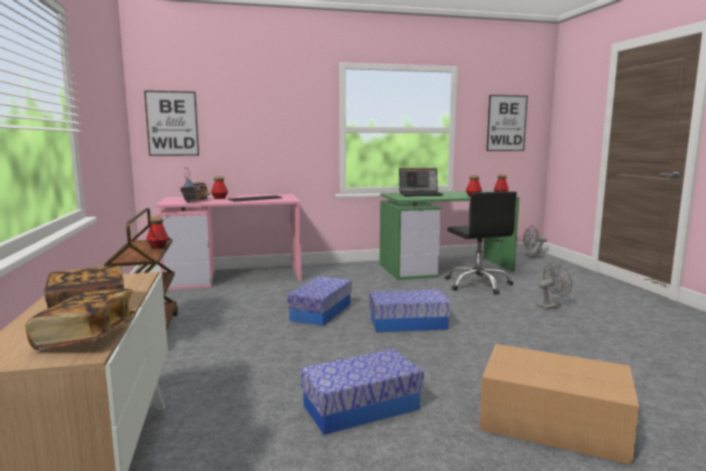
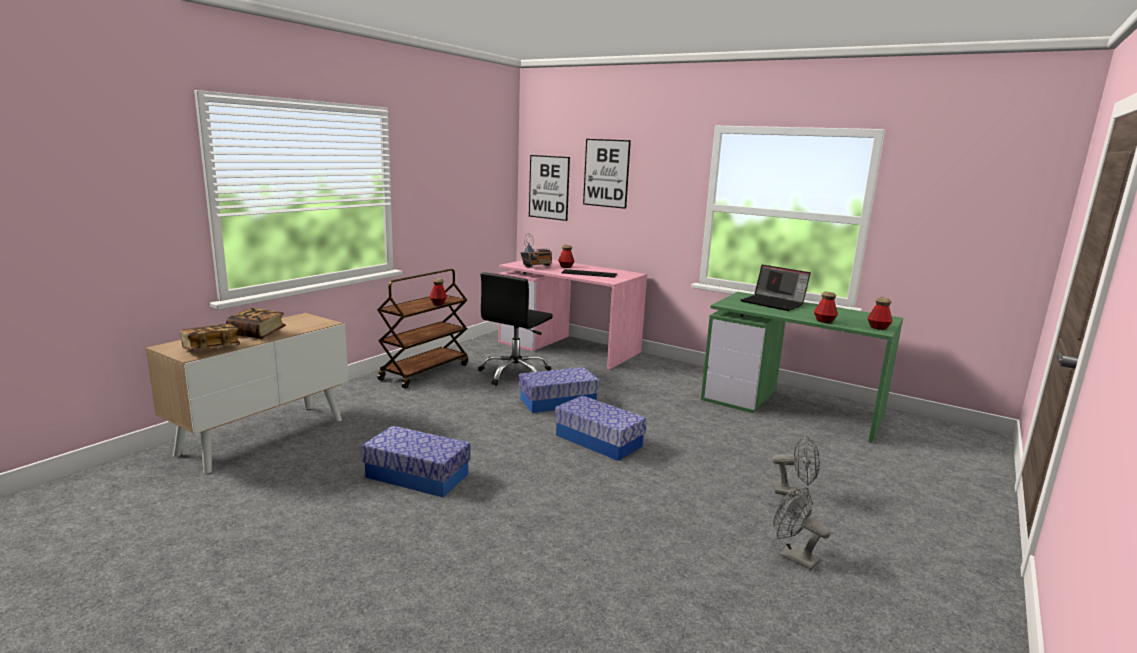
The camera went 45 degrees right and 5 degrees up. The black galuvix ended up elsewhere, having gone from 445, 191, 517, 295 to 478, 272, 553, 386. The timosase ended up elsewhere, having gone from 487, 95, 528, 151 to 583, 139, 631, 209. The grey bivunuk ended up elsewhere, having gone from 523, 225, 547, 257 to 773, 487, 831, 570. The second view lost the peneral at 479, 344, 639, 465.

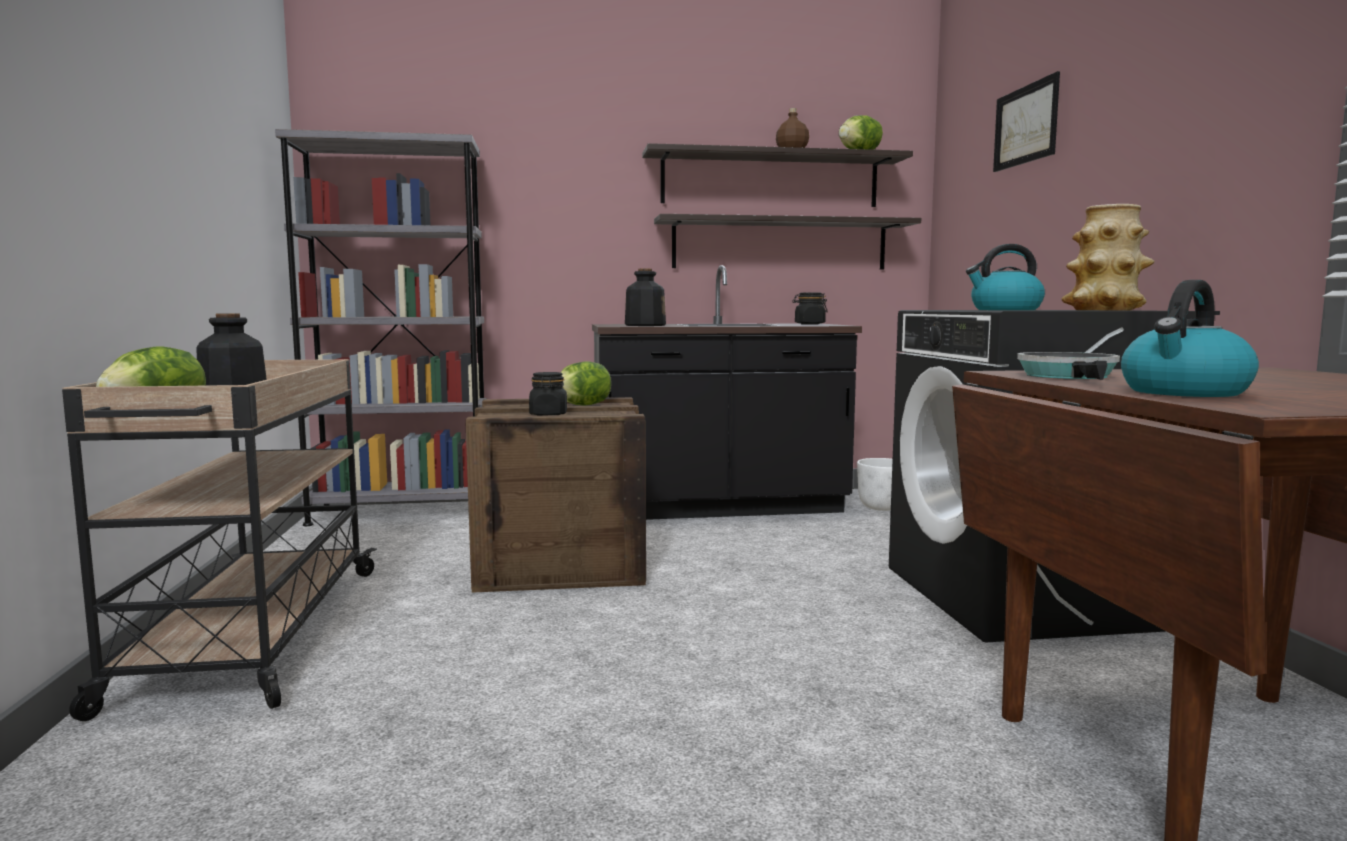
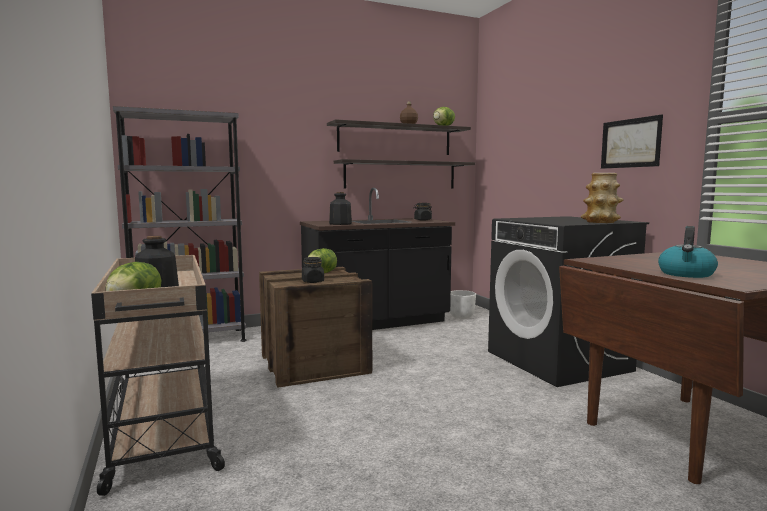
The camera went 15 degrees left and 0 degrees up. The timosase ended up elsewhere, having gone from 993, 71, 1060, 172 to 601, 115, 663, 169. The second view lost the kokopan at 966, 244, 1045, 310. The second view lost the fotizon at 1017, 352, 1120, 380.

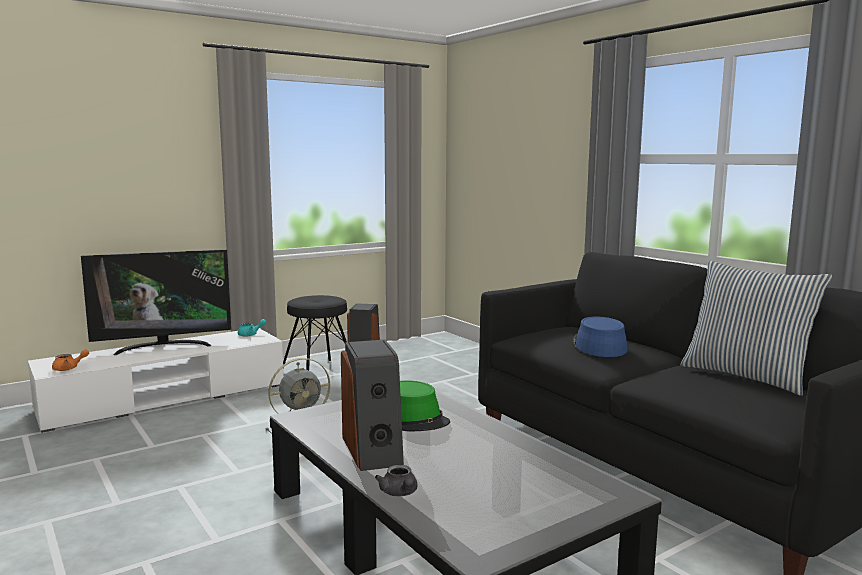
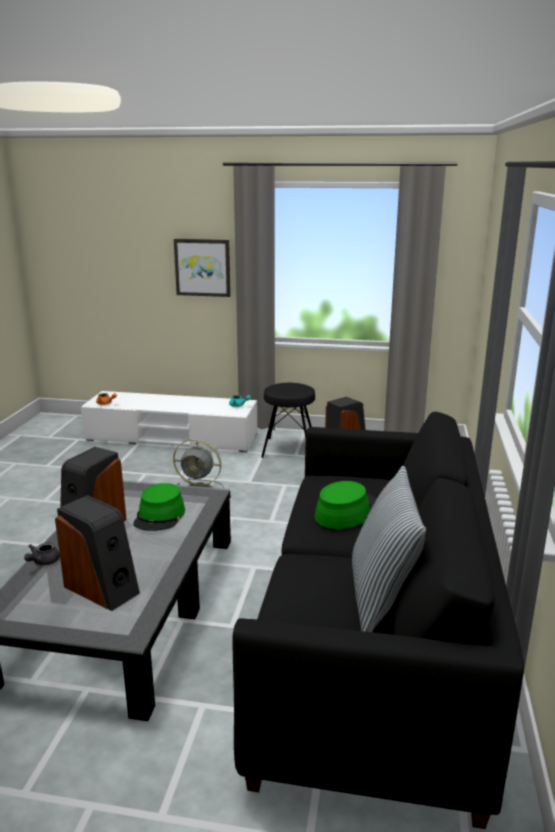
The camera went 45 degrees right and 10 degrees up. The second view gained the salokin at 55, 495, 140, 611. The second view gained the timosase at 174, 239, 231, 297. What was the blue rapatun at 572, 317, 628, 357 turned into the green rapatun at 315, 481, 377, 529. The second view lost the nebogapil at 81, 249, 231, 355.

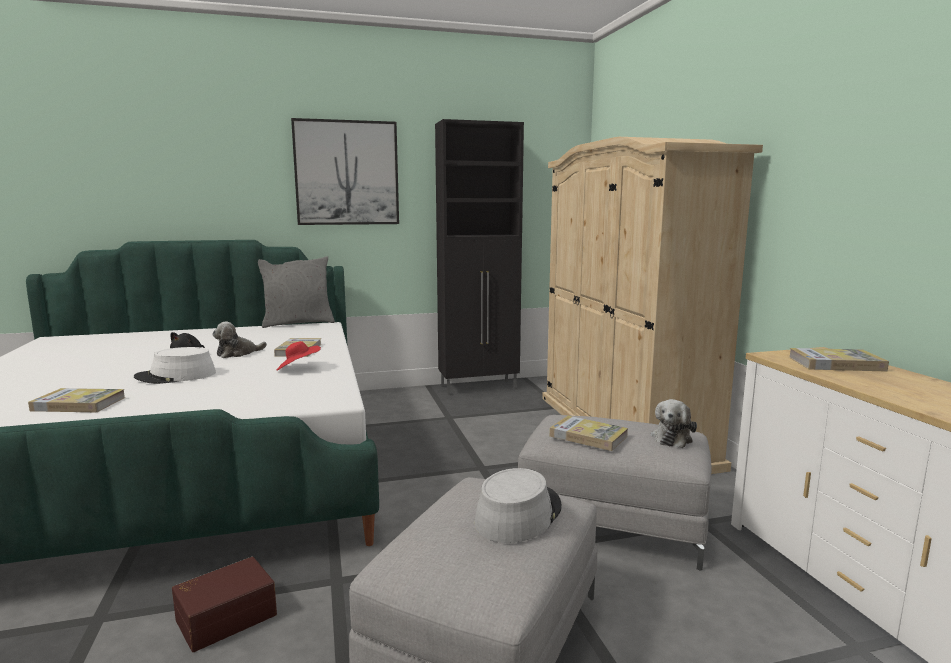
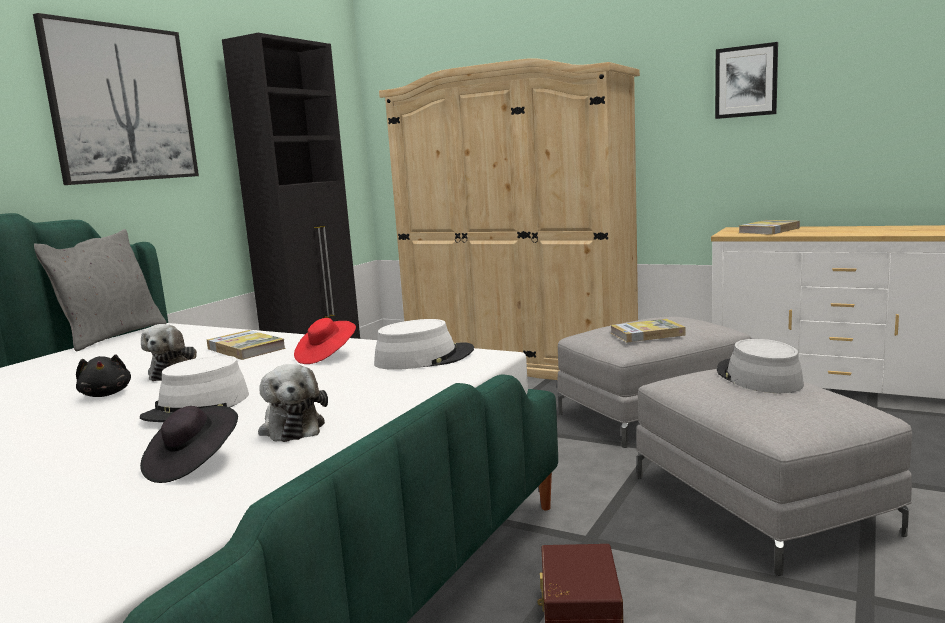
The camera went 45 degrees left and 0 degrees up. Where the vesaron stood at 28, 388, 125, 412, the black rapatun came to stand at 140, 406, 238, 483. The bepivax ended up elsewhere, having gone from 651, 399, 697, 448 to 258, 364, 328, 442. The second view gained the white rapatun at 374, 319, 474, 370. The second view gained the timosase at 715, 42, 778, 119.

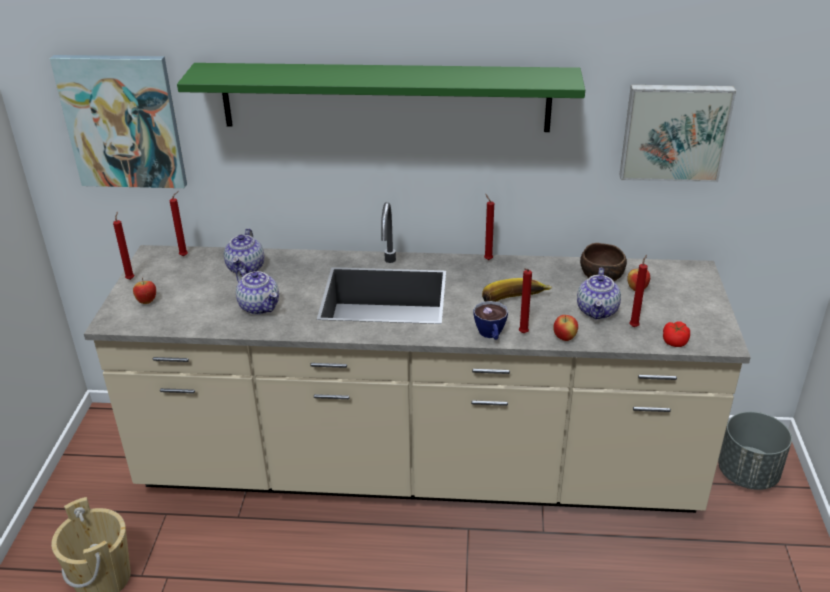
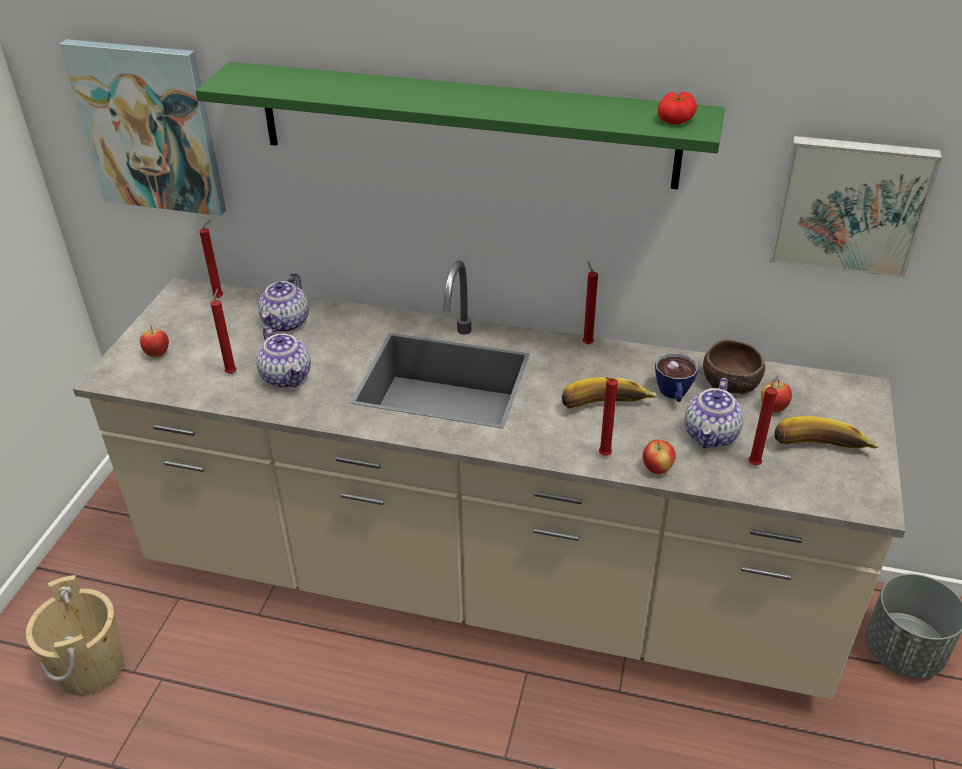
The camera went 10 degrees right and 5 degrees up. The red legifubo ended up elsewhere, having gone from 113, 211, 134, 280 to 211, 288, 237, 374. The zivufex ended up elsewhere, having gone from 473, 301, 508, 340 to 655, 353, 698, 402. The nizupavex ended up elsewhere, having gone from 663, 321, 690, 347 to 658, 92, 697, 125. The second view gained the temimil at 774, 416, 879, 449.

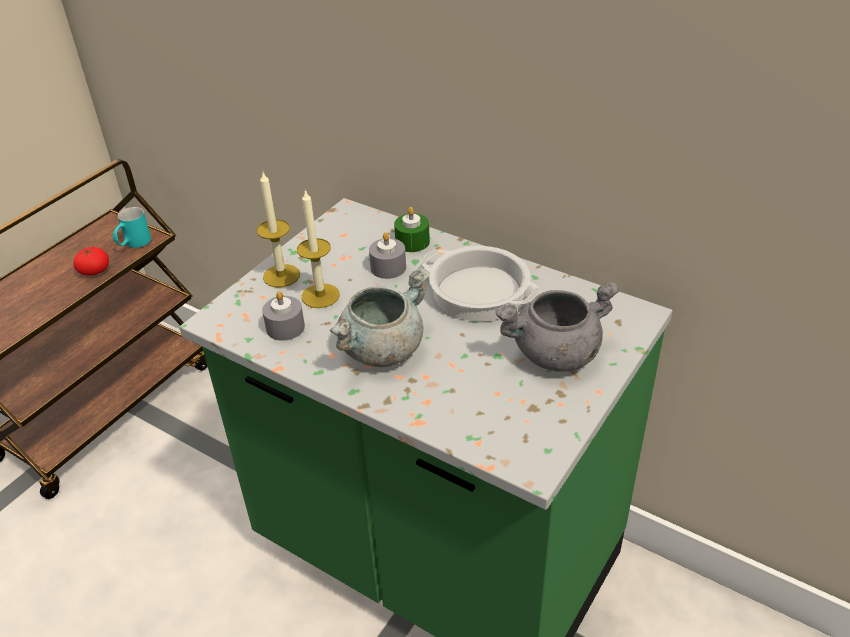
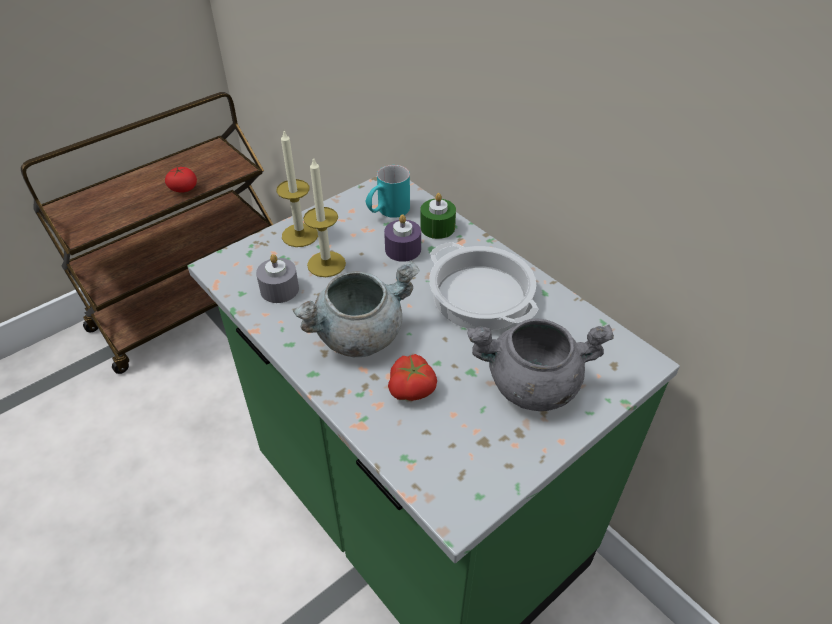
The camera went 15 degrees right and 5 degrees up. The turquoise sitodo ended up elsewhere, having gone from 113, 207, 151, 248 to 366, 165, 410, 218. What was the grey legifubo at 369, 232, 406, 279 turned into the purple legifubo at 384, 214, 421, 262. The second view gained the nizupavex at 388, 354, 437, 401.

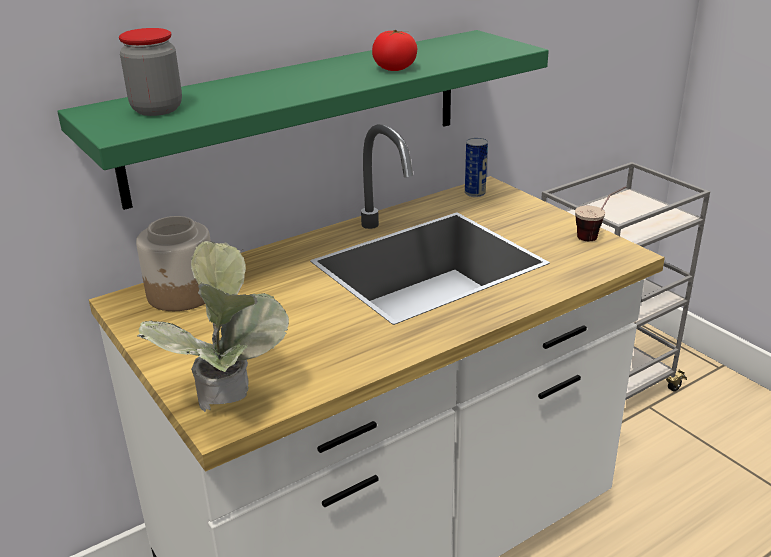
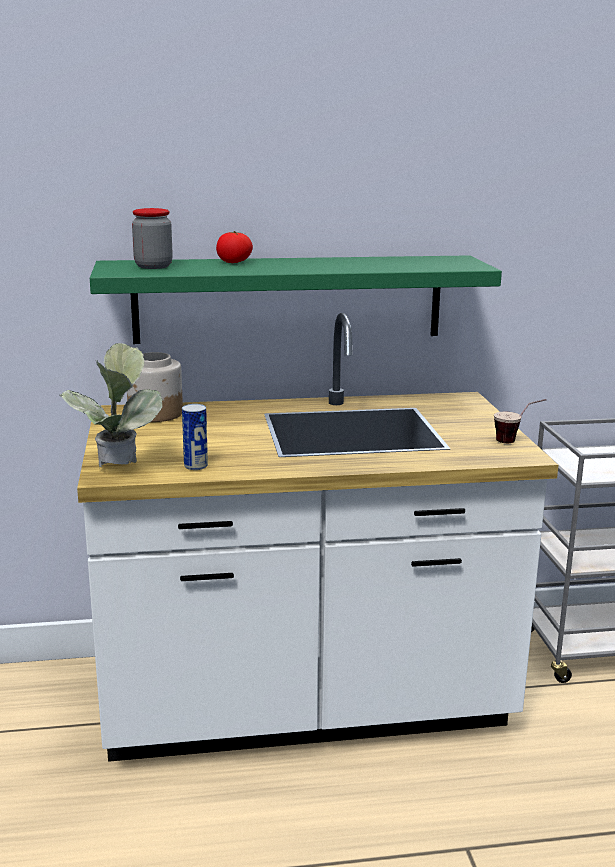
The camera went 25 degrees right and 10 degrees down. The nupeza ended up elsewhere, having gone from 465, 138, 488, 197 to 182, 404, 208, 470. The nizupavex ended up elsewhere, having gone from 372, 30, 417, 71 to 216, 231, 253, 263.

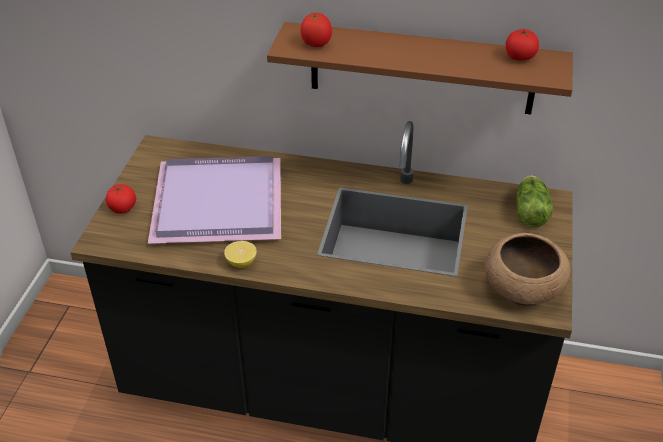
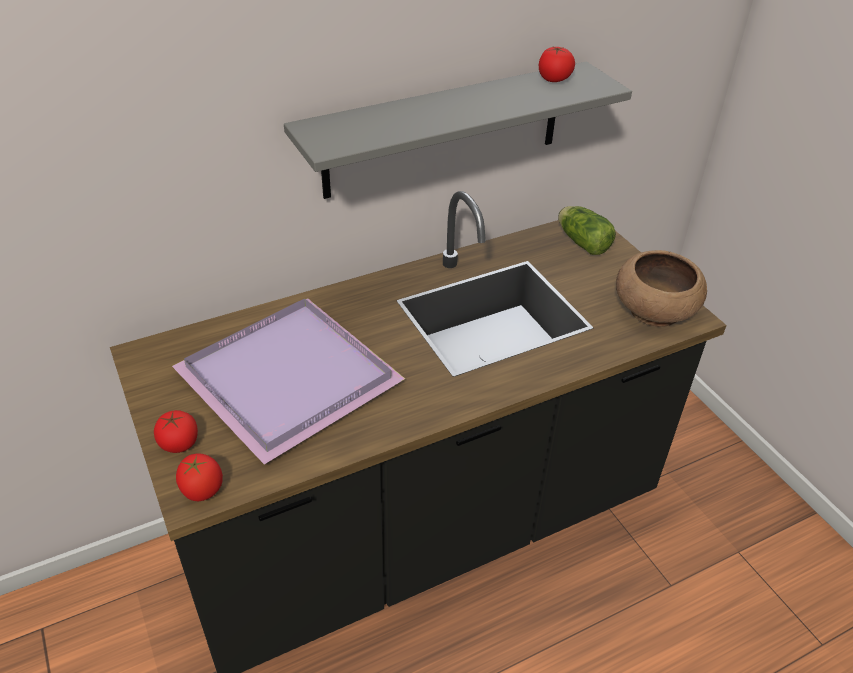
The camera went 40 degrees left and 0 degrees up. The nizupavex ended up elsewhere, having gone from 300, 13, 332, 47 to 176, 453, 223, 501. What was the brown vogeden at 267, 22, 573, 114 turned into the grey vogeden at 284, 62, 632, 199. The second view lost the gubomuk at 224, 241, 257, 268.

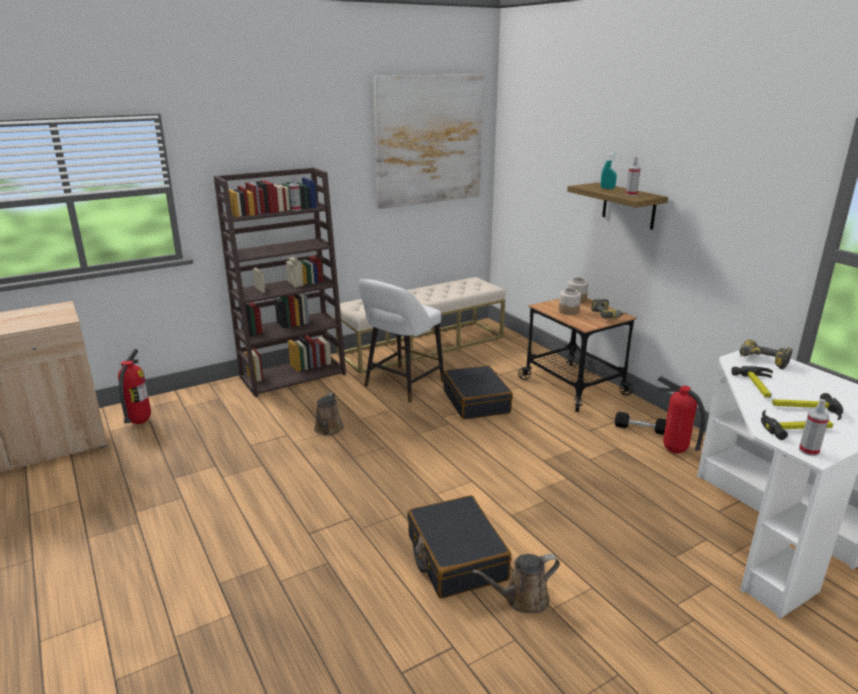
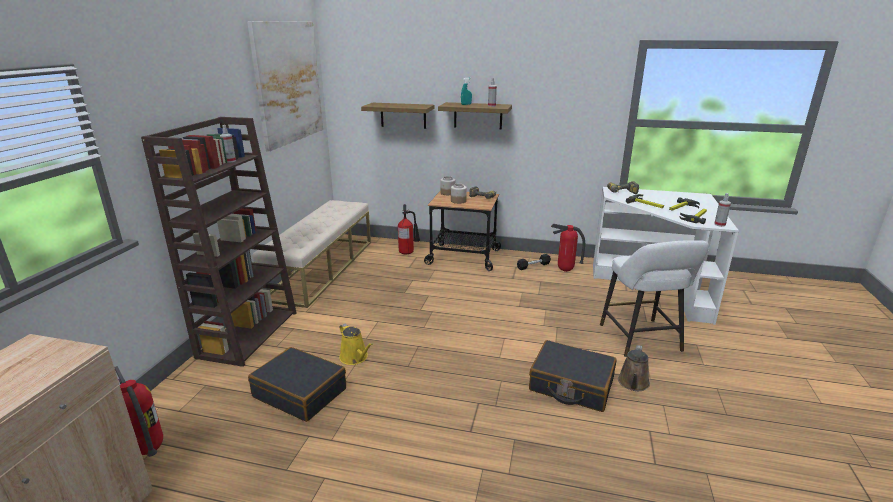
The camera went 45 degrees left and 0 degrees up. The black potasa ended up elsewhere, having gone from 443, 365, 513, 419 to 248, 347, 346, 422. What was the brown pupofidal at 314, 393, 344, 436 turned into the yellow pupofidal at 340, 324, 373, 365. The second view gained the vogeden at 361, 103, 434, 129. The second view gained the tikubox at 398, 204, 420, 254. The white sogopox ended up elsewhere, having gone from 358, 279, 444, 403 to 600, 240, 709, 357.

